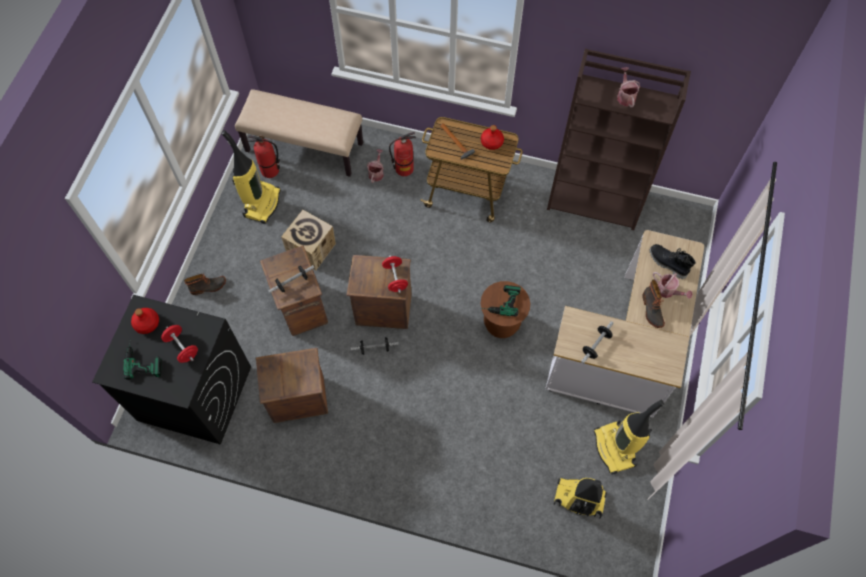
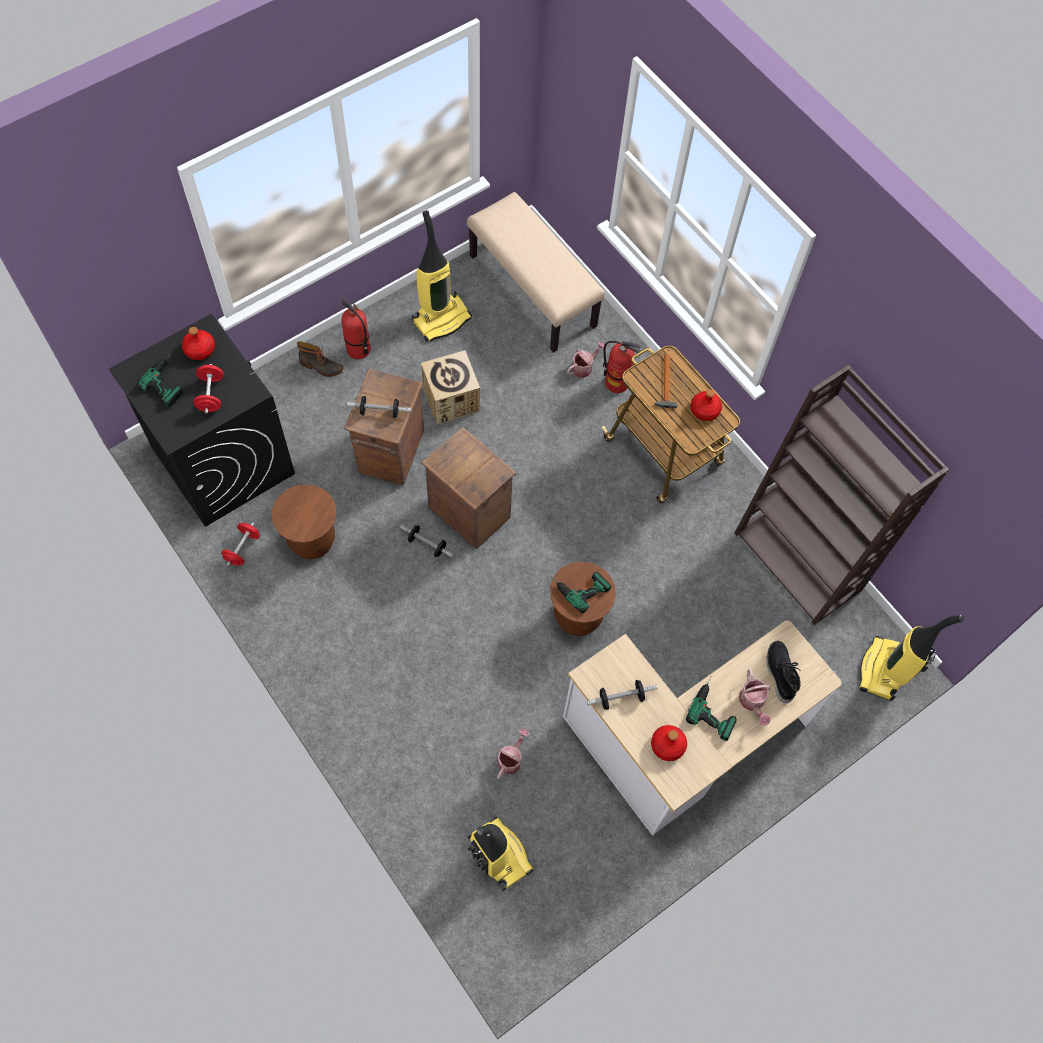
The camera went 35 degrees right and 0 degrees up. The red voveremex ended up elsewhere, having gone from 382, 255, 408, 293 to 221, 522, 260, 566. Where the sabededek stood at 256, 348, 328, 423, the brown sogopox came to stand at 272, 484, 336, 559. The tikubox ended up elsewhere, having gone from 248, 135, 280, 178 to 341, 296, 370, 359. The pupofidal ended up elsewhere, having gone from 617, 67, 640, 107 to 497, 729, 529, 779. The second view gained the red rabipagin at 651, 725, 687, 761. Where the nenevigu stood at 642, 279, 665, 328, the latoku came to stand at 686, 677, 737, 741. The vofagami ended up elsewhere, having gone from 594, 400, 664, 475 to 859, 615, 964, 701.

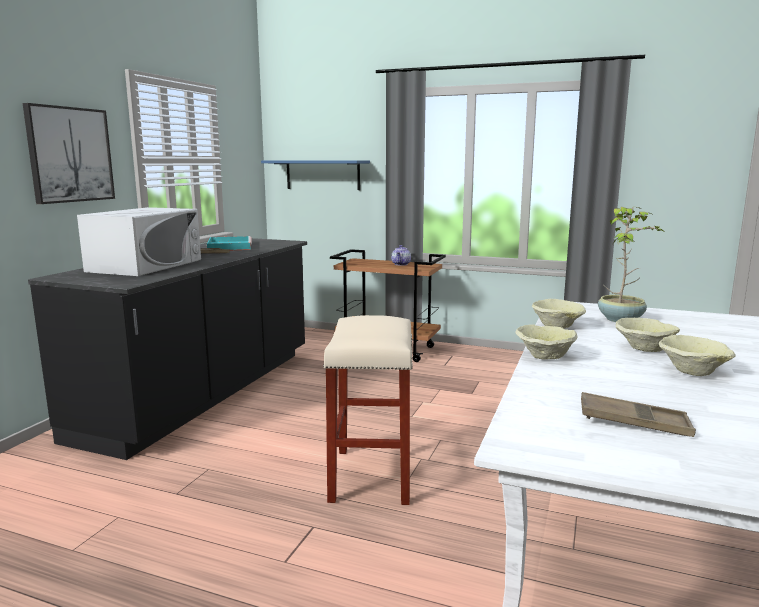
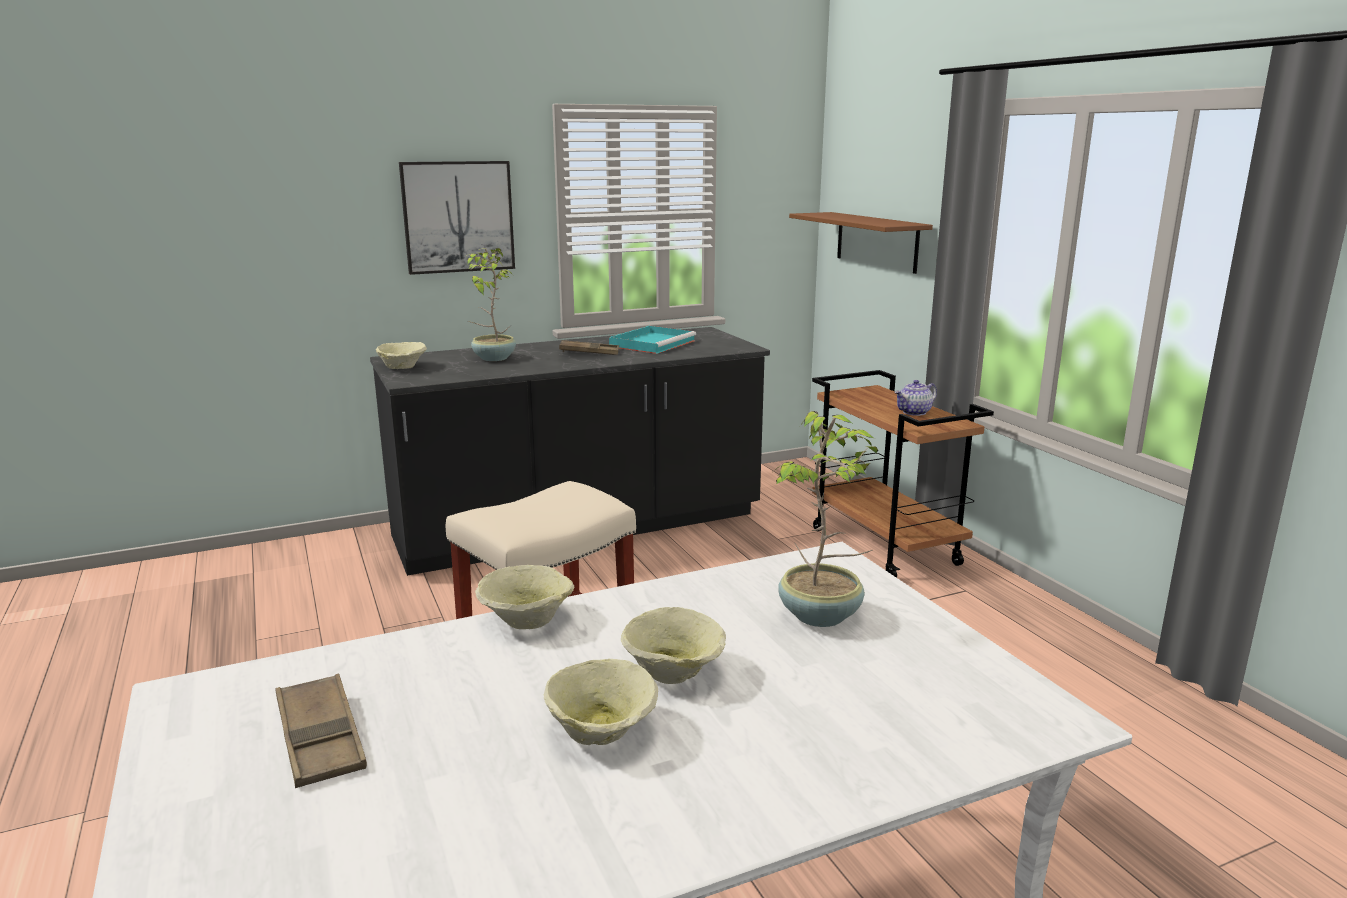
The camera went 45 degrees right and 5 degrees up. The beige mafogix ended up elsewhere, having gone from 531, 299, 586, 328 to 376, 342, 427, 369. Where the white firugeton stood at 77, 207, 201, 276, the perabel came to stand at 466, 248, 516, 361. What was the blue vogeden at 261, 160, 370, 190 turned into the brown vogeden at 789, 212, 933, 274.

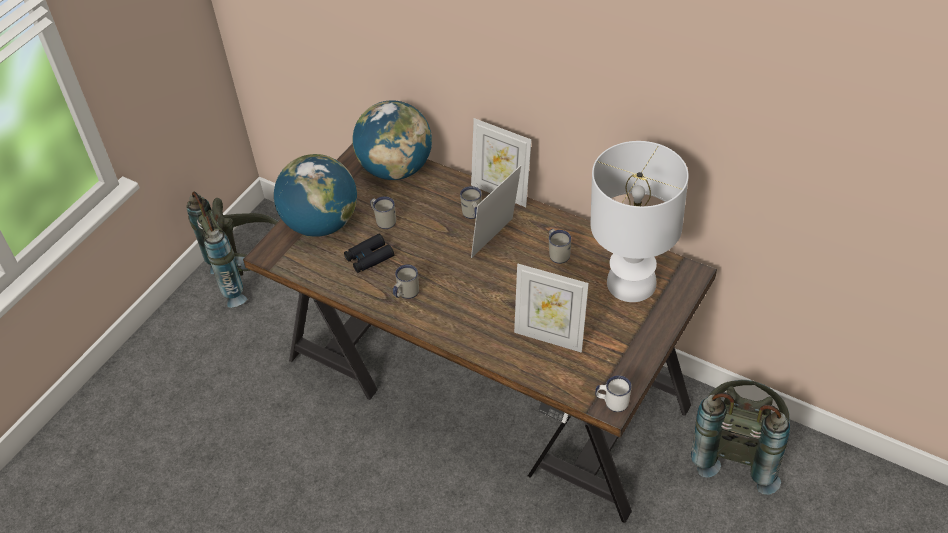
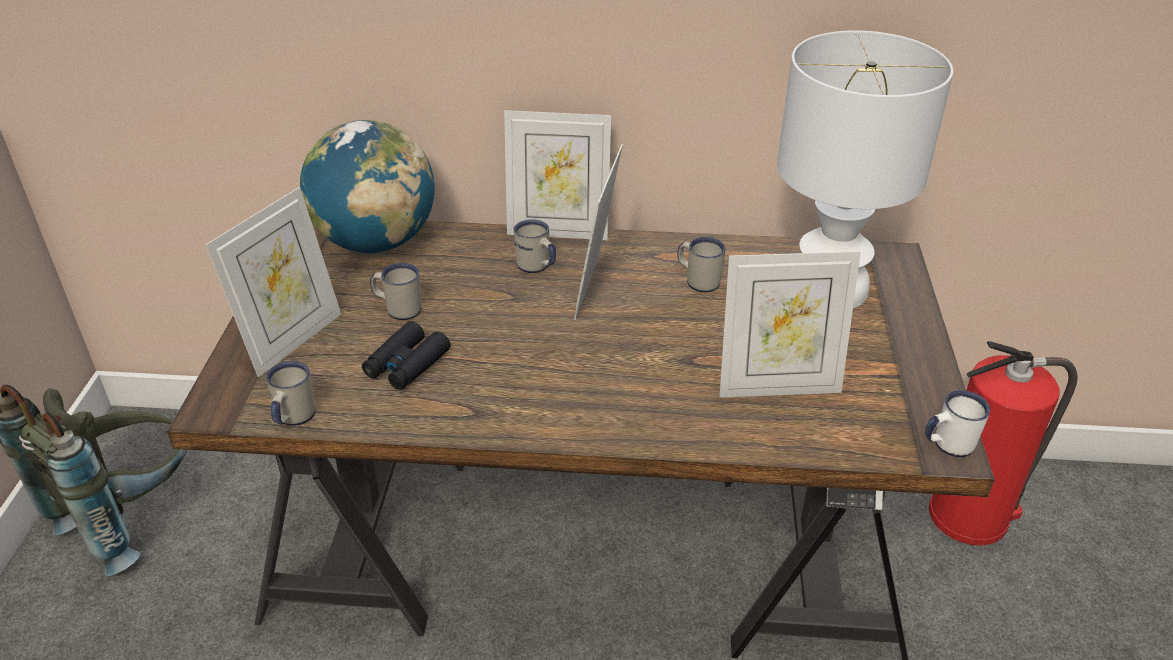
The camera went 30 degrees left and 10 degrees down. Where the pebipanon stood at 274, 154, 357, 237, the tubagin came to stand at 205, 187, 341, 377. The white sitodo ended up elsewhere, having gone from 393, 264, 419, 299 to 266, 361, 316, 426. Where the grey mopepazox stood at 691, 380, 790, 495, the tikubox came to stand at 929, 341, 1078, 545.

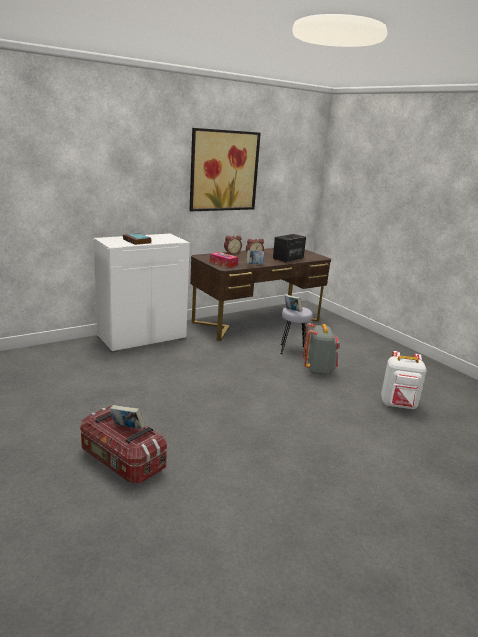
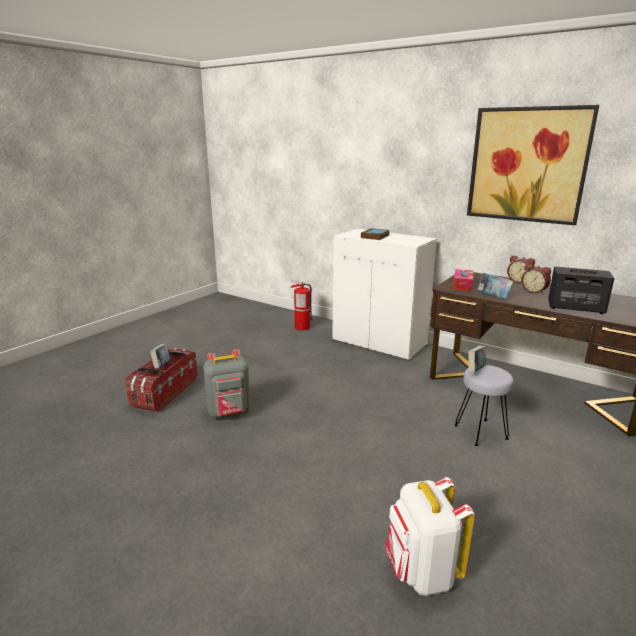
The camera went 70 degrees right and 0 degrees up. The grey mopepazox ended up elsewhere, having gone from 303, 323, 340, 375 to 203, 349, 251, 419. The second view gained the tikubox at 290, 280, 313, 330.

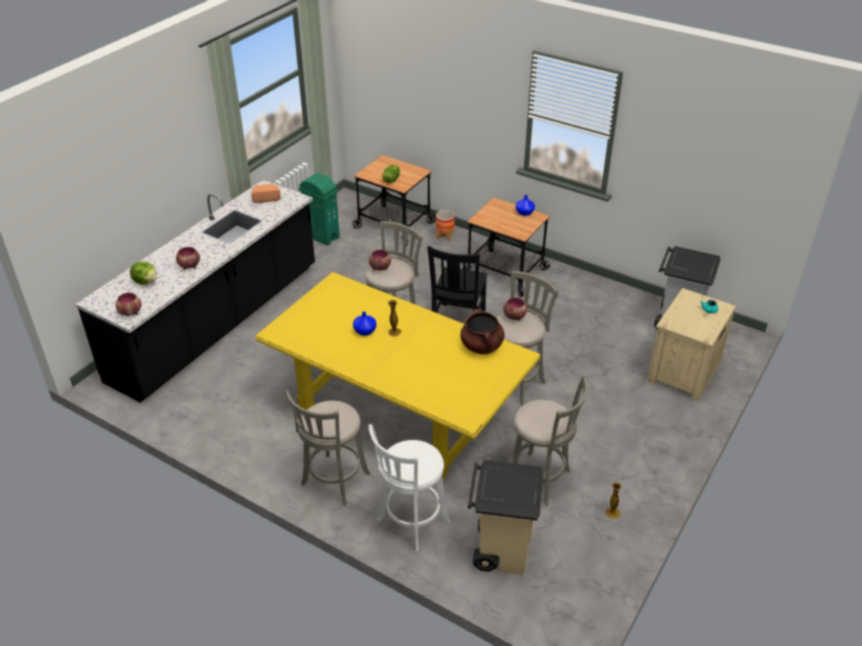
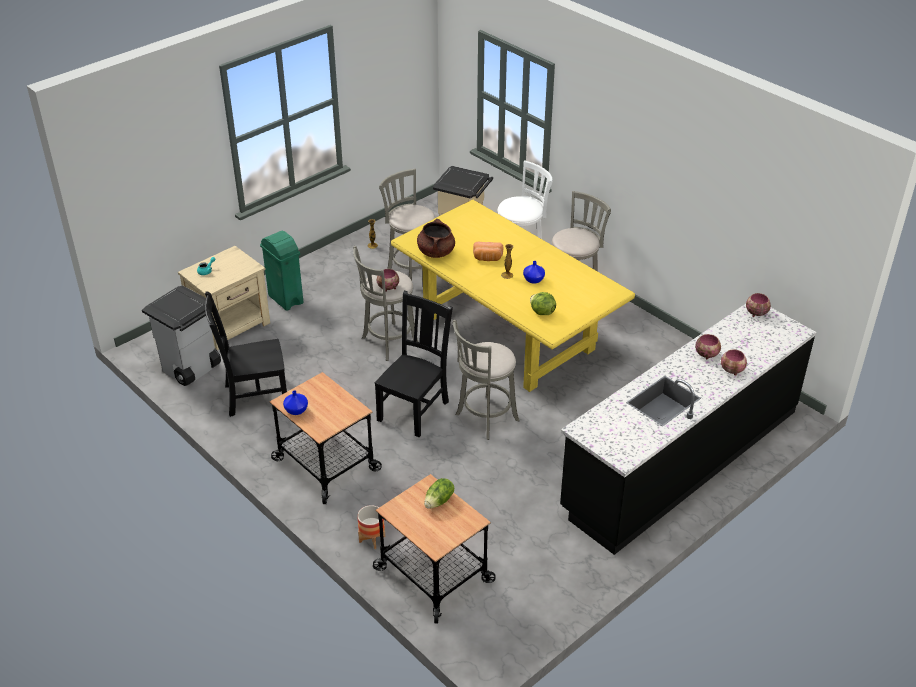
The camera went 165 degrees left and 0 degrees up. The second view gained the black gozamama at 205, 291, 287, 417. The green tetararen ended up elsewhere, having gone from 298, 173, 340, 246 to 260, 231, 303, 311. The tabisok ended up elsewhere, having gone from 252, 184, 281, 203 to 473, 242, 503, 261. The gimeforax ended up elsewhere, having gone from 130, 262, 157, 285 to 530, 292, 556, 315. The mafogix ended up elsewhere, having gone from 369, 250, 391, 271 to 721, 349, 747, 376.

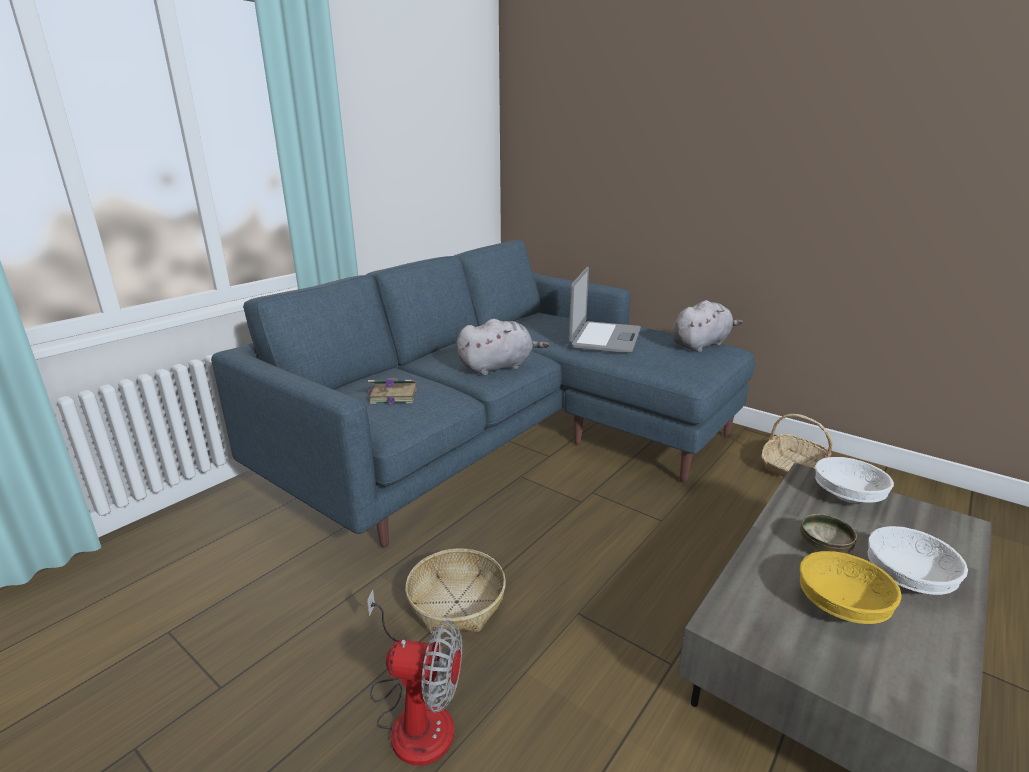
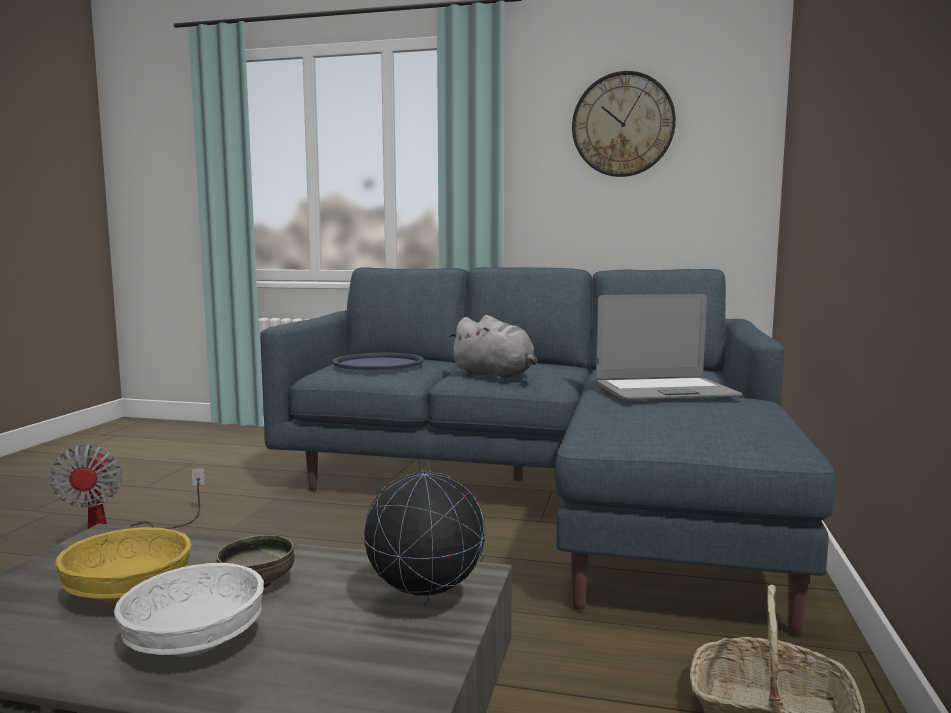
The camera went 65 degrees right and 15 degrees down. Where the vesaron stood at 366, 378, 417, 404, the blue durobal came to stand at 332, 353, 424, 371. Where the white mafogix stood at 815, 457, 894, 503, the pebipanon came to stand at 364, 460, 485, 606. The second view gained the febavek at 572, 71, 676, 177. The second view lost the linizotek at 405, 548, 506, 634. The second view lost the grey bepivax at 672, 300, 743, 352.

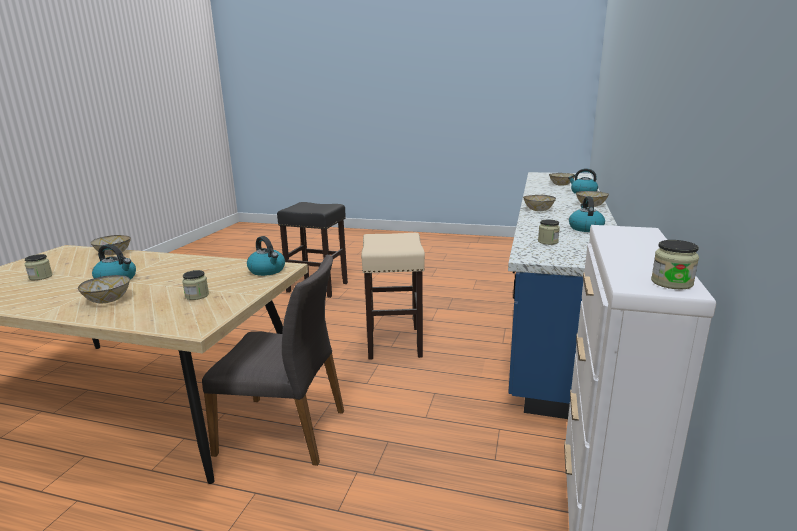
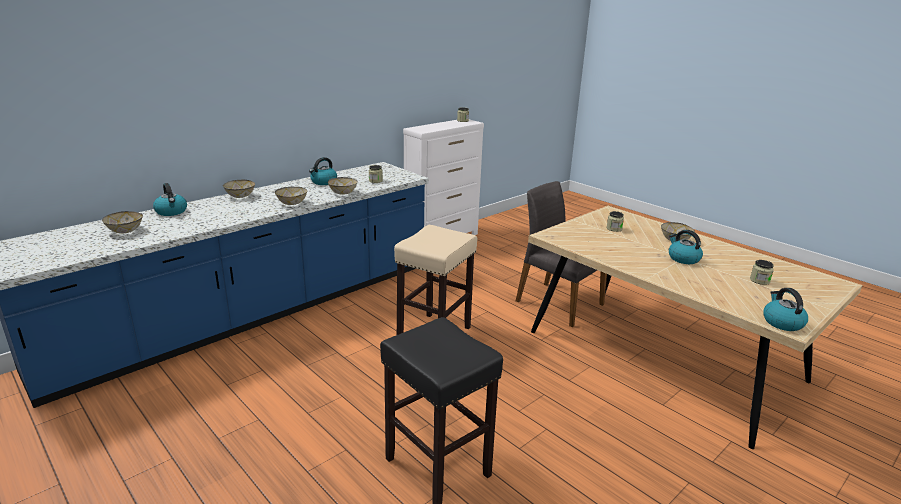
The camera went 150 degrees left and 5 degrees up. The mafogix ended up elsewhere, having gone from 90, 235, 131, 255 to 328, 177, 358, 195. The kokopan ended up elsewhere, having gone from 247, 236, 285, 276 to 763, 288, 808, 331.

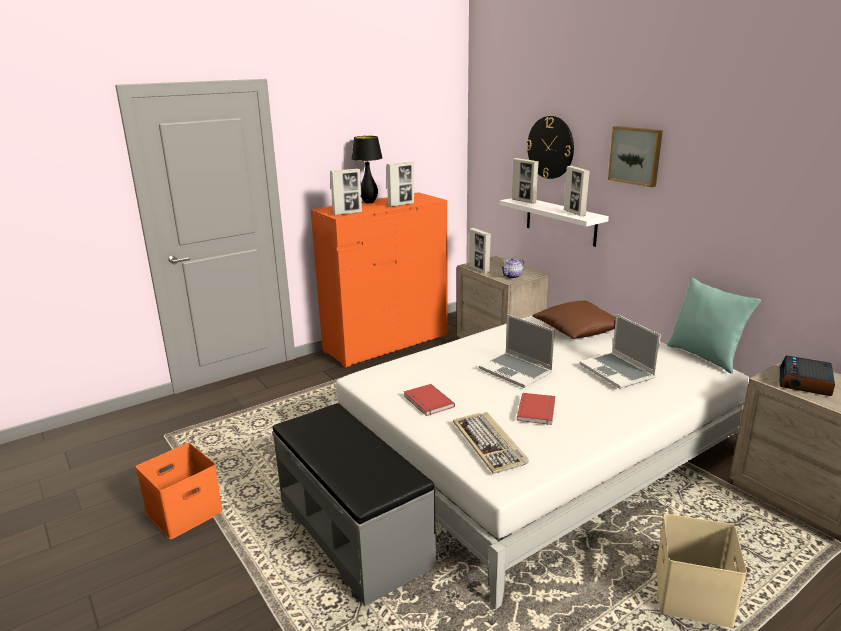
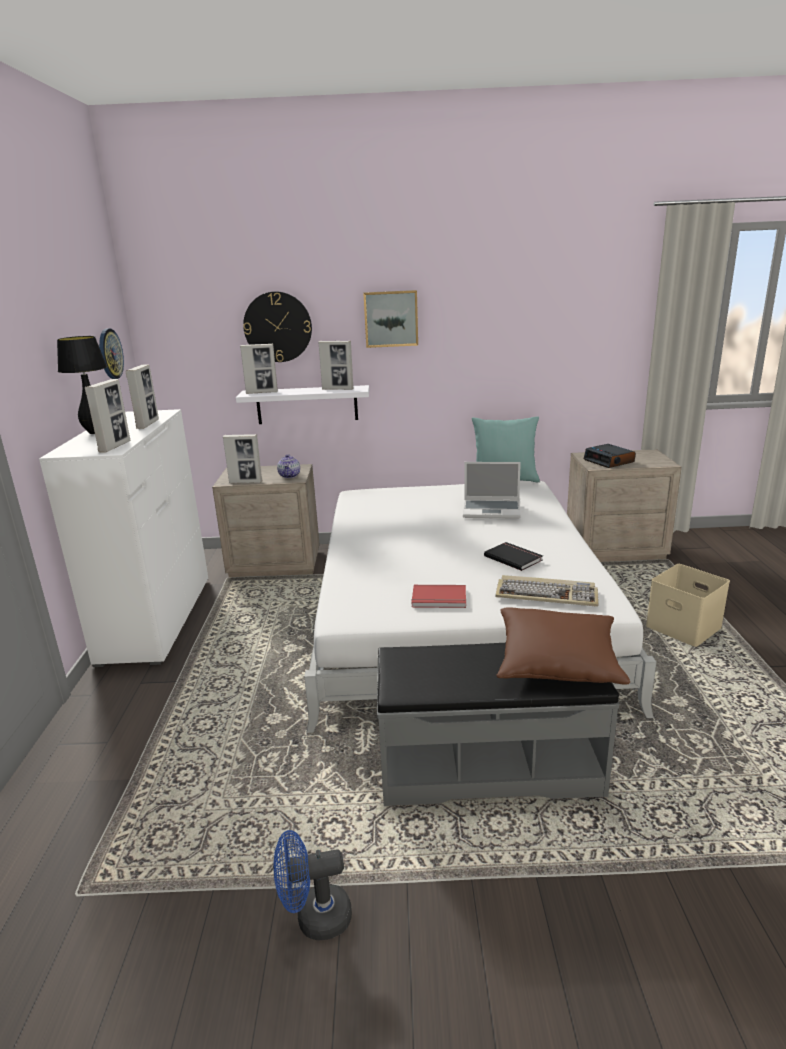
The camera went 55 degrees left and 0 degrees up. What was the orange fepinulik at 311, 192, 448, 367 turned into the white fepinulik at 39, 409, 208, 667. The second view gained the febavek at 99, 328, 124, 379. Where the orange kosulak stood at 136, 443, 223, 539, the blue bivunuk came to stand at 273, 830, 352, 940. What was the red vesaron at 517, 393, 555, 425 turned into the black vesaron at 484, 542, 543, 571. The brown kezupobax ended up elsewhere, having gone from 532, 300, 616, 339 to 496, 607, 630, 685. The second view lost the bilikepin at 479, 314, 555, 388.

